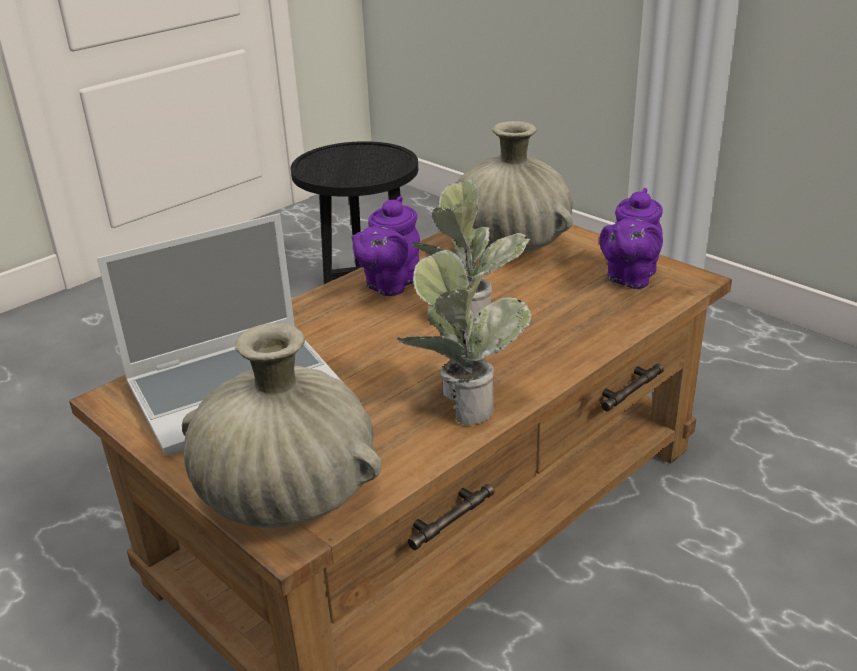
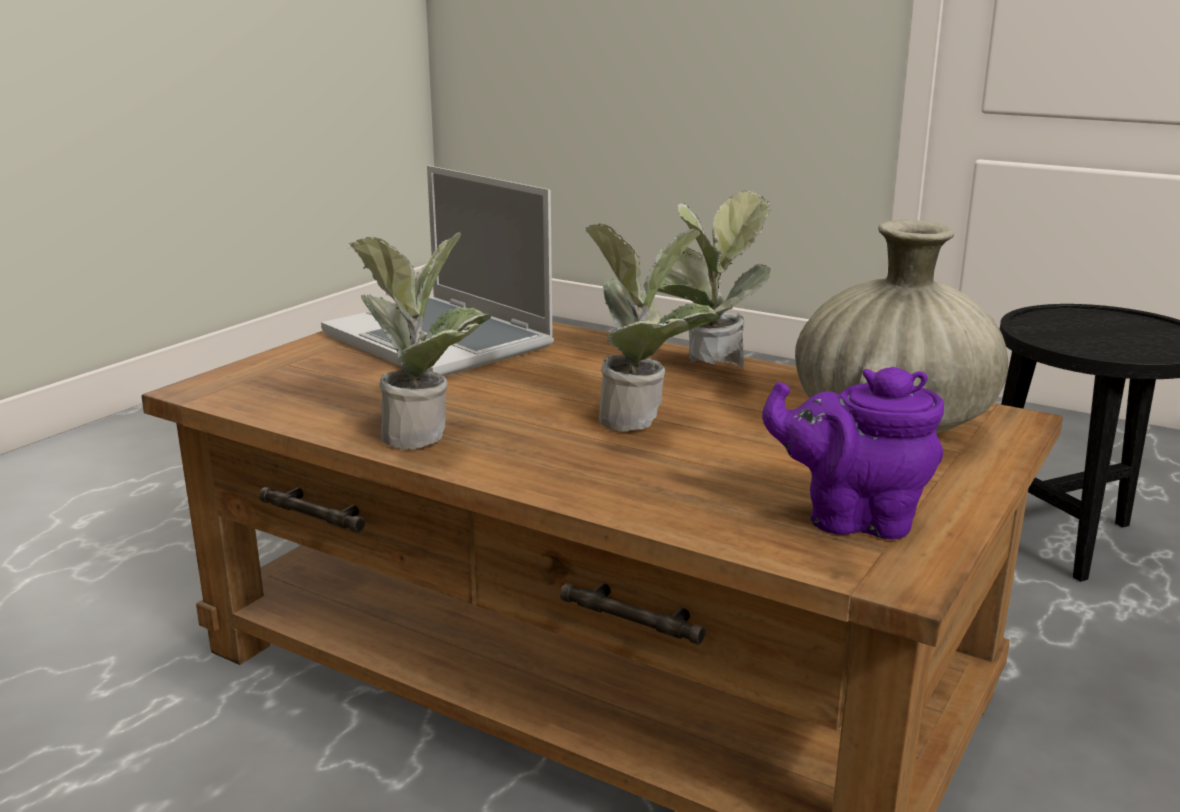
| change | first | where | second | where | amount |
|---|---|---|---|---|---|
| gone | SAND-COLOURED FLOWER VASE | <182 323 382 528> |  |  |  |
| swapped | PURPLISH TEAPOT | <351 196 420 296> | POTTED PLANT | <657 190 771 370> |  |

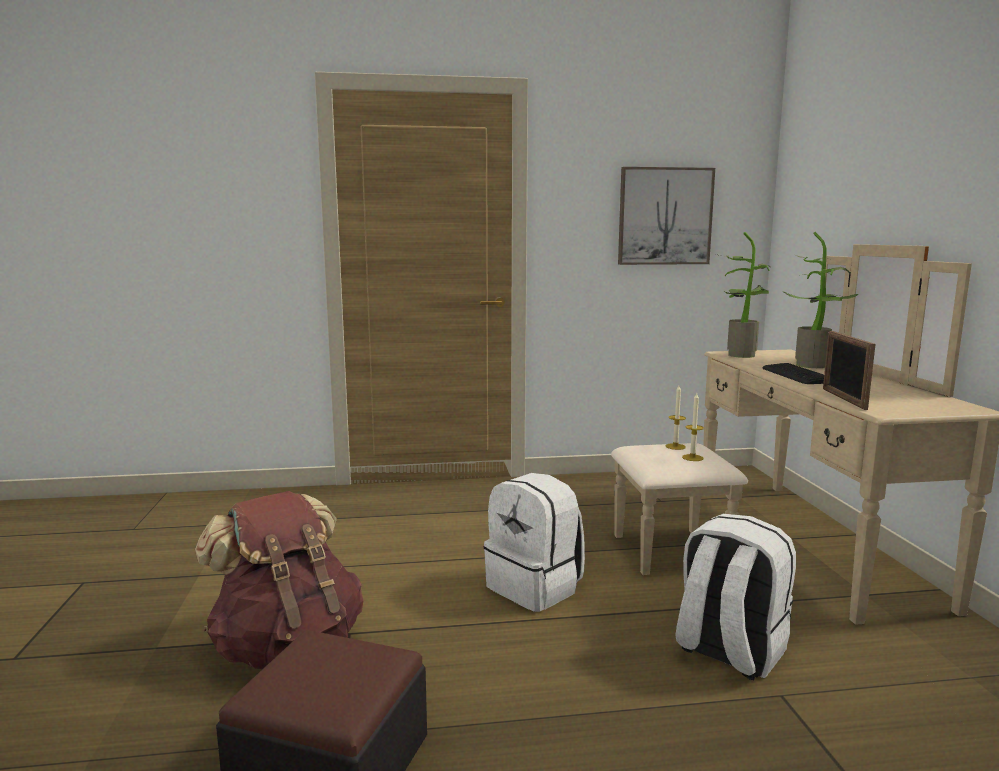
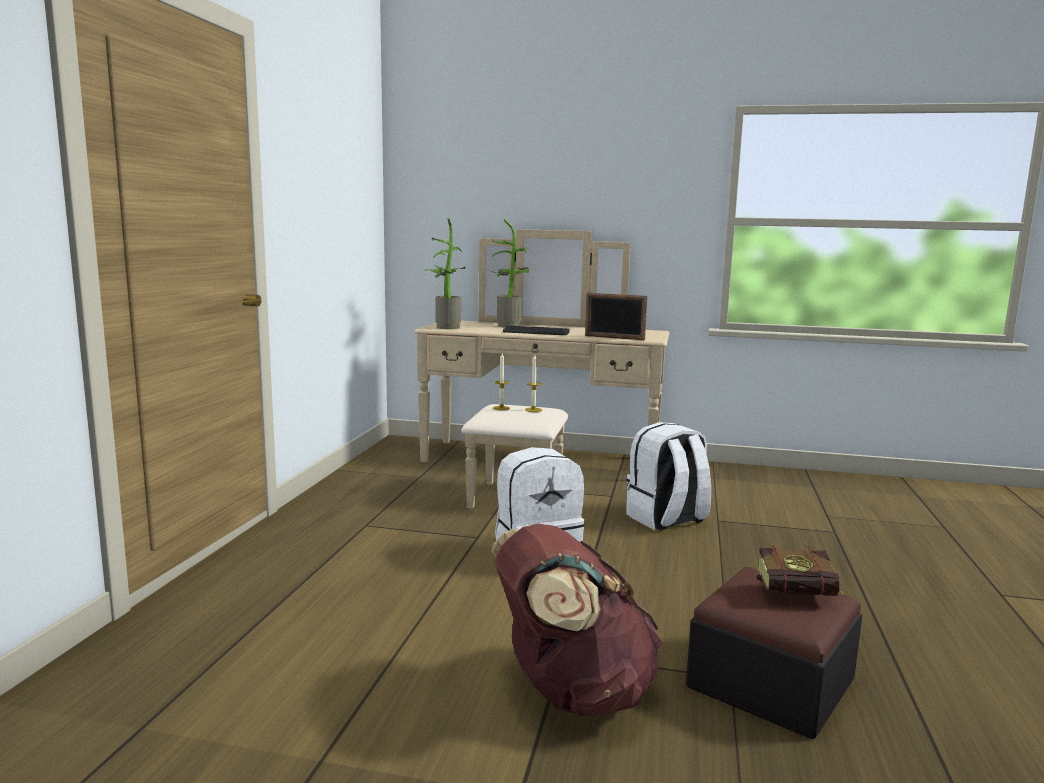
| change | first | where | second | where | amount |
|---|---|---|---|---|---|
| gone | PICTURE | <618 167 715 265> |  |  |  |
| new |  |  | BOOK | <757 544 843 596> |  |

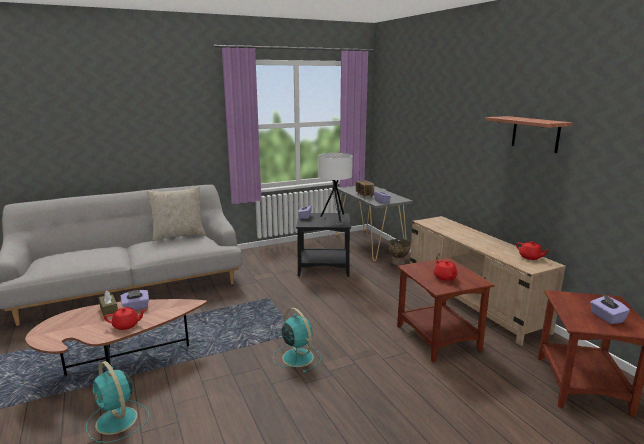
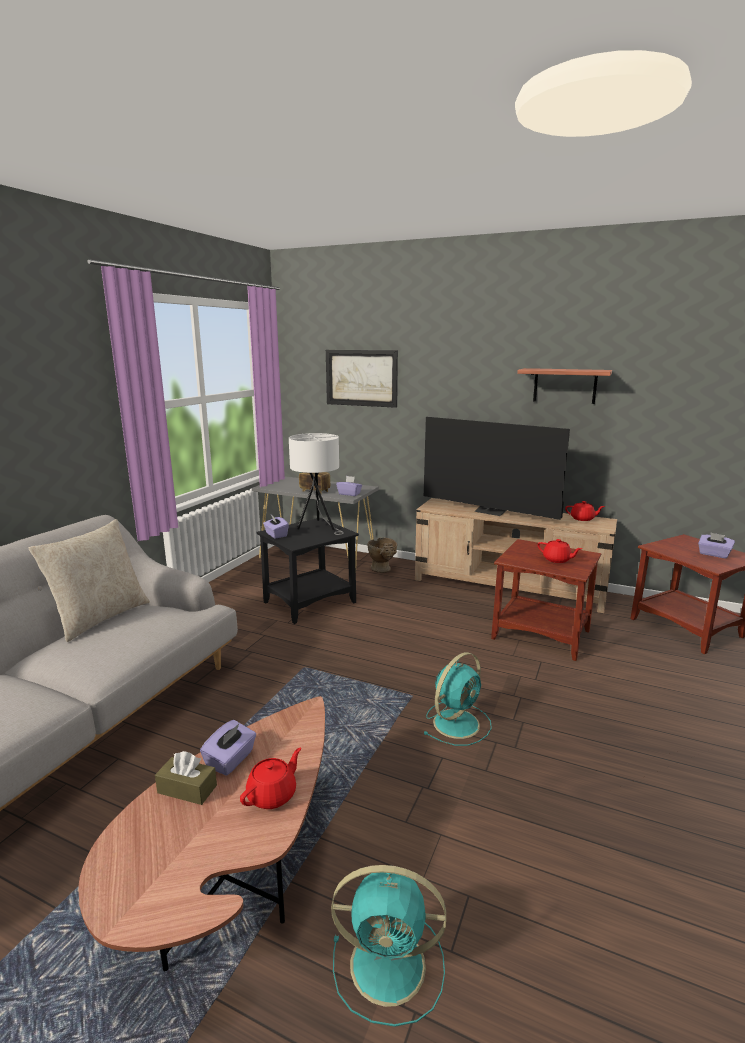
| change | first | where | second | where | amount |
|---|---|---|---|---|---|
| rotated | BLUE-GREEN ELECTRIC FAN | <273 308 321 373> |  | <423 652 492 746> | 120 degrees clockwise |
| new |  |  | PICTURE | <326 350 398 408> |  |
| new |  |  | TELEVISION | <424 417 570 520> |  |

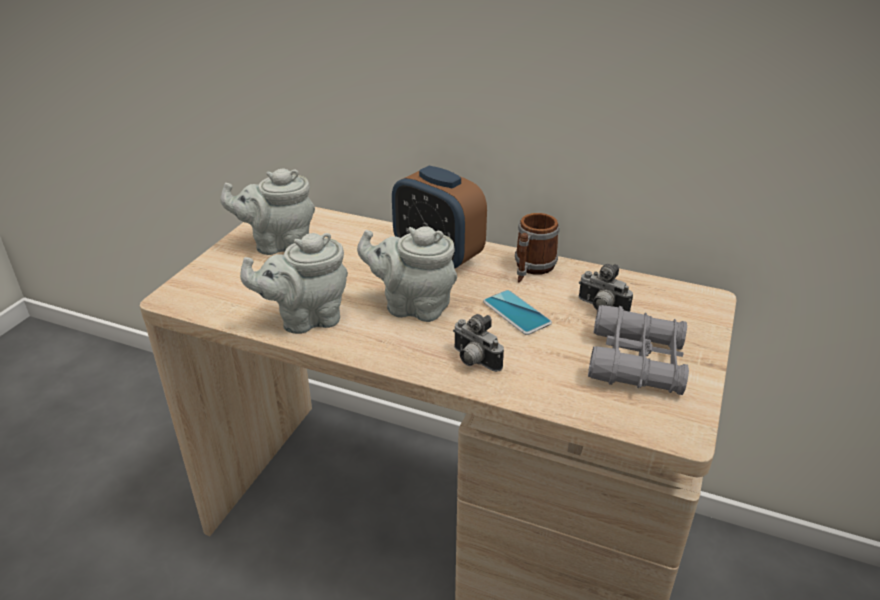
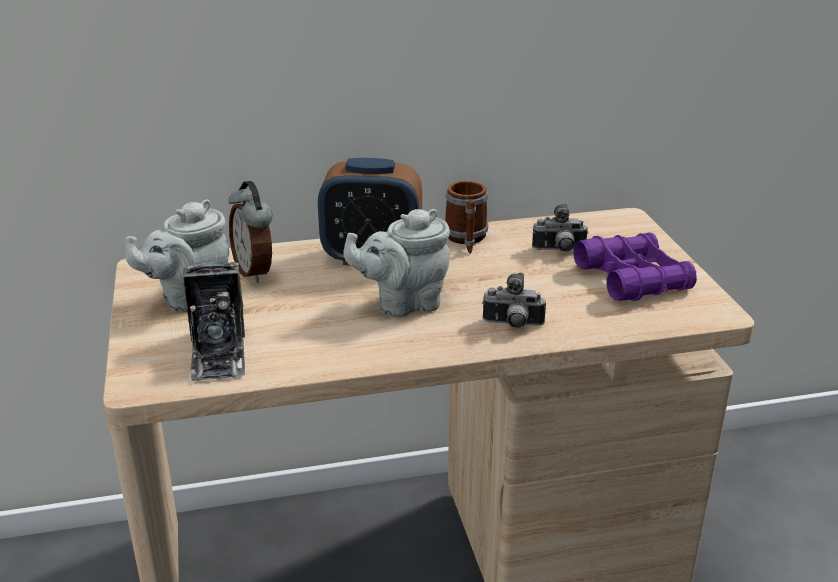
| change | first | where | second | where | amount |
|---|---|---|---|---|---|
| gone | GRAY TEAPOT | <240 233 348 334> |  |  |  |
| gone | PHONE | <483 290 552 335> |  |  |  |
| repainted | GRAY FIELD GLASSES | <588 305 689 395> | PURPLISH FIELD GLASSES | <573 232 697 301> |  |
| new |  |  | STILL CAMERA | <183 262 245 382> |  |
| new |  |  | BEDSIDE CLOCK | <228 181 273 283> |  |

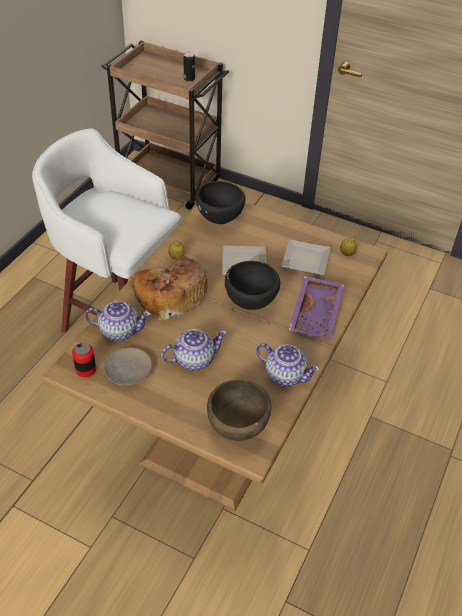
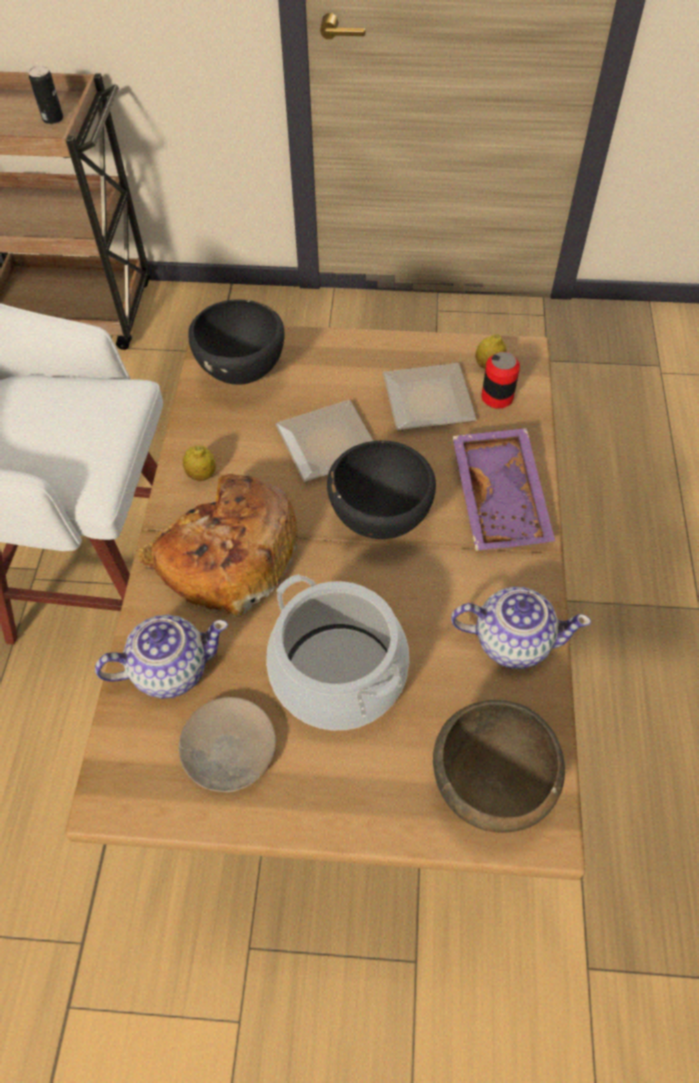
| change | first | where | second | where | amount |
|---|---|---|---|---|---|
| shifted | SEALED CAN | <72 343 96 377> |  | <481 352 520 409> |  |
| swapped | TEAPOT | <161 329 227 371> | COOKING POT | <266 574 409 730> |  |

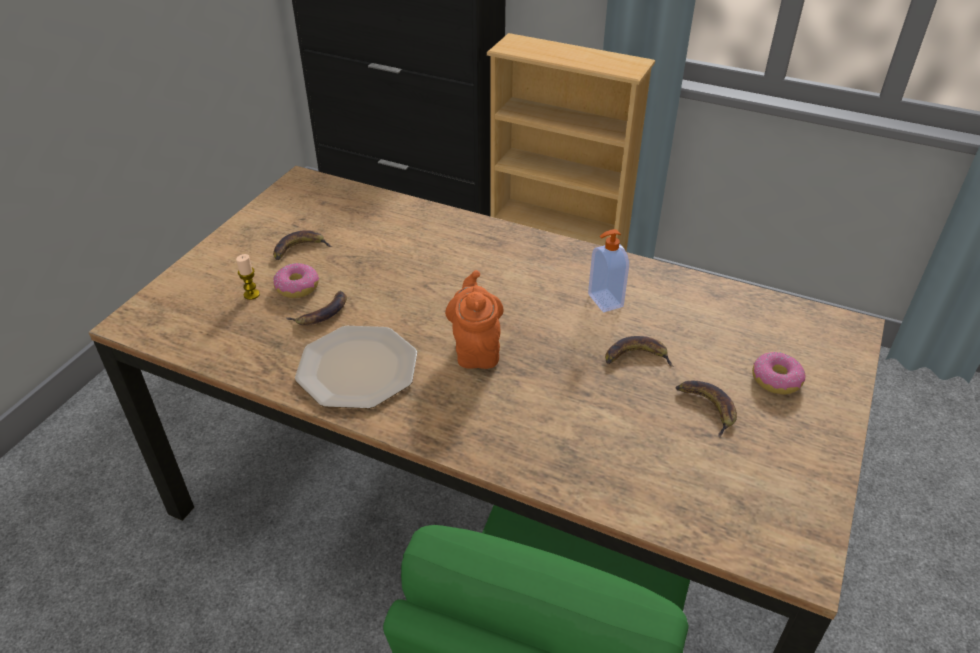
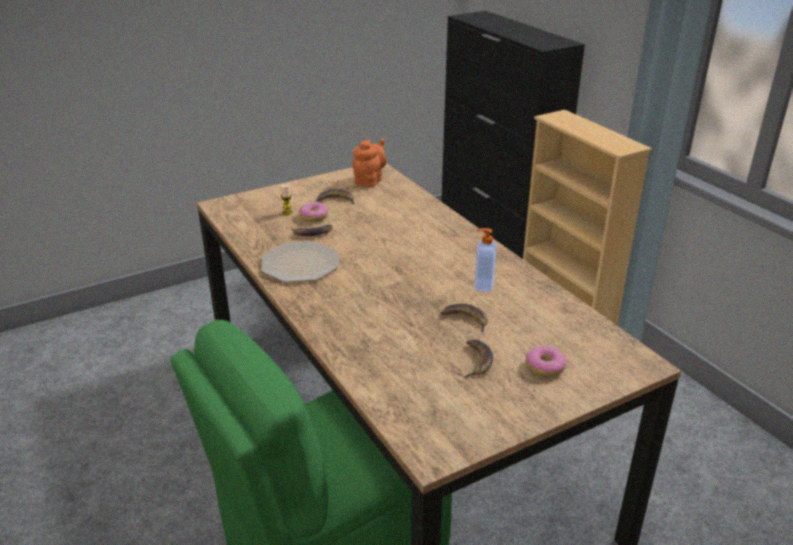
| change | first | where | second | where | amount |
|---|---|---|---|---|---|
| shifted | ORANGE-COLOURED TEAPOT | <445 270 504 369> |  | <352 138 387 188> |  |

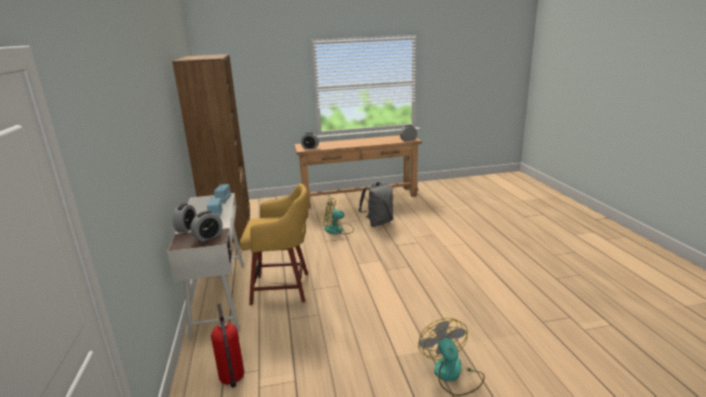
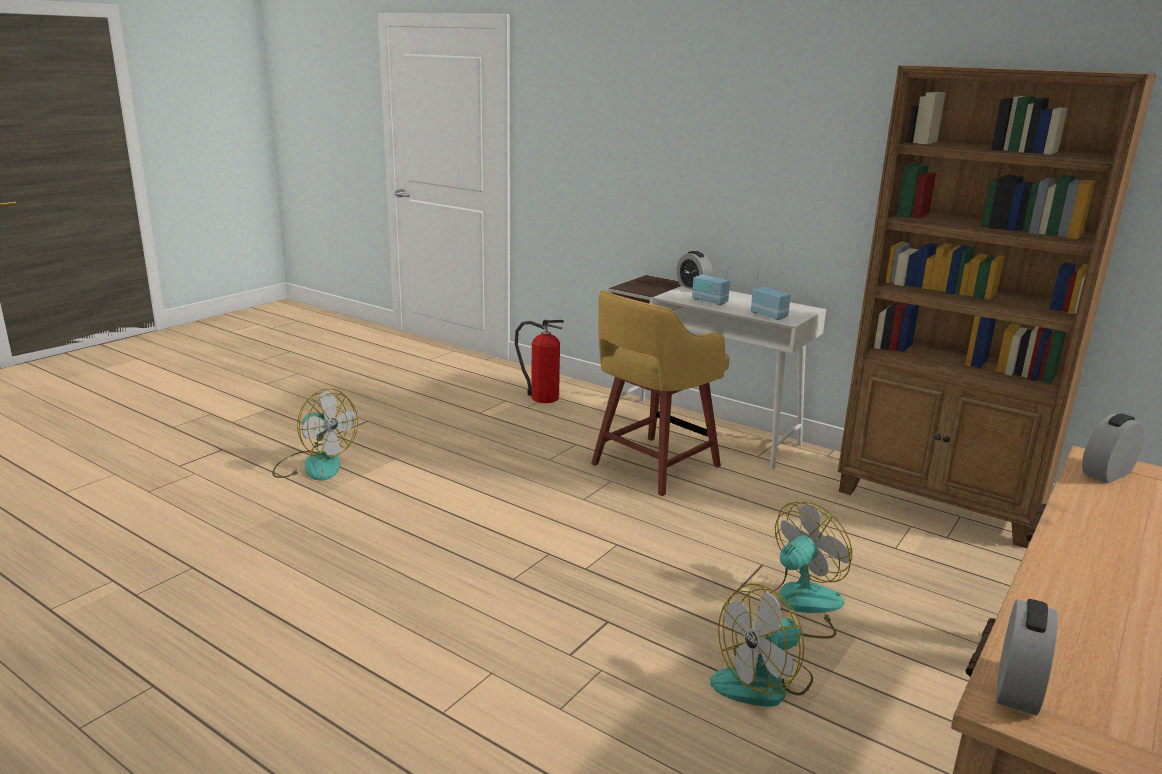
| change | first | where | second | where | amount |
|---|---|---|---|---|---|
| gone | BEDSIDE CLOCK | <190 211 223 242> |  |  |  |
| swapped | GRAY RUCKSACK | <359 182 393 227> | ELECTRIC FAN | <710 584 813 707> |  |

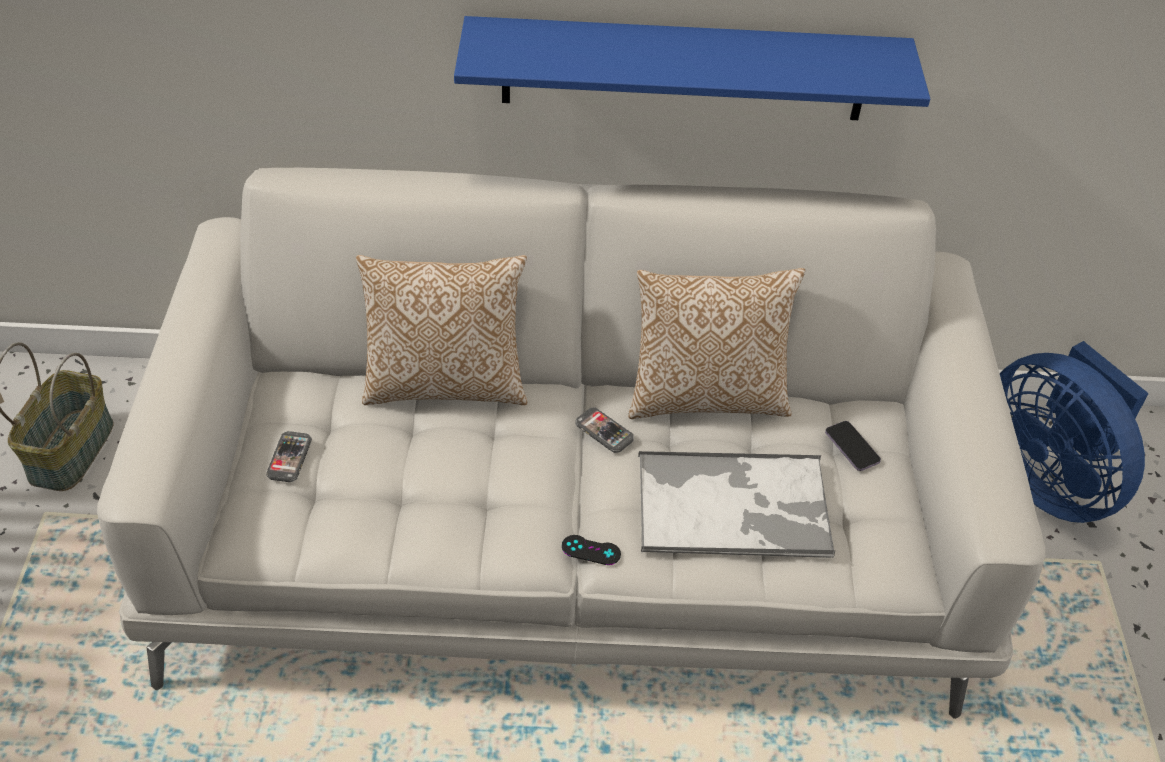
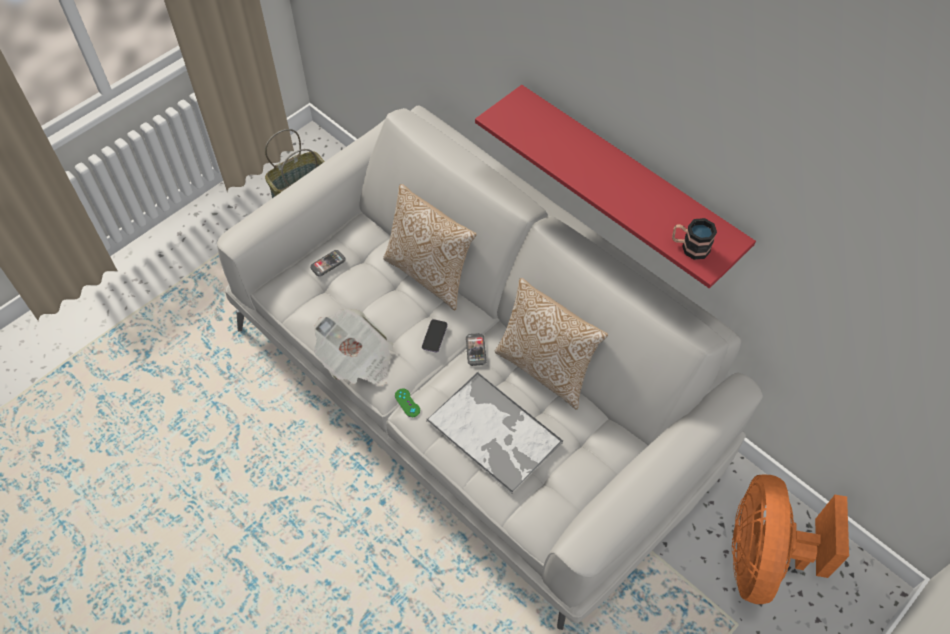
| change | first | where | second | where | amount |
|---|---|---|---|---|---|
| repainted | BLUE-COLOURED SHELF | <454 16 930 120> | REDDISH SHELF | <475 85 756 288> |  |
| repainted | BLACKISH JOYPAD | <562 535 621 565> | GREENISH JOYPAD | <395 389 420 417> |  |
| shifted | PHONE | <825 421 881 471> |  | <422 319 448 352> |  |
| repainted | BLUE-COLOURED ELECTRIC FAN | <1000 341 1149 523> | ORANGE-COLOURED ELECTRIC FAN | <732 475 849 604> |  |
| new |  |  | PRINTED PAPER | <314 309 393 386> |  |
| new |  |  | TEA MUG | <672 218 717 260> |  |

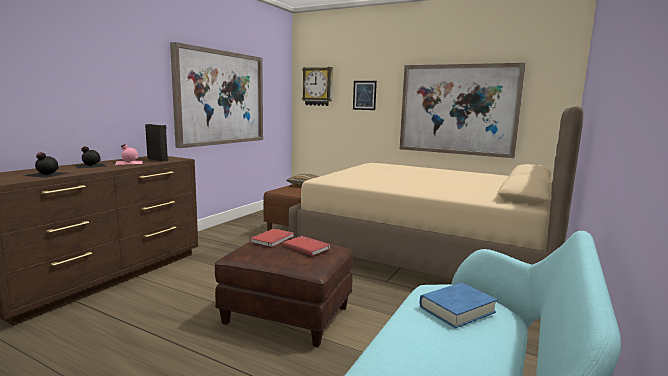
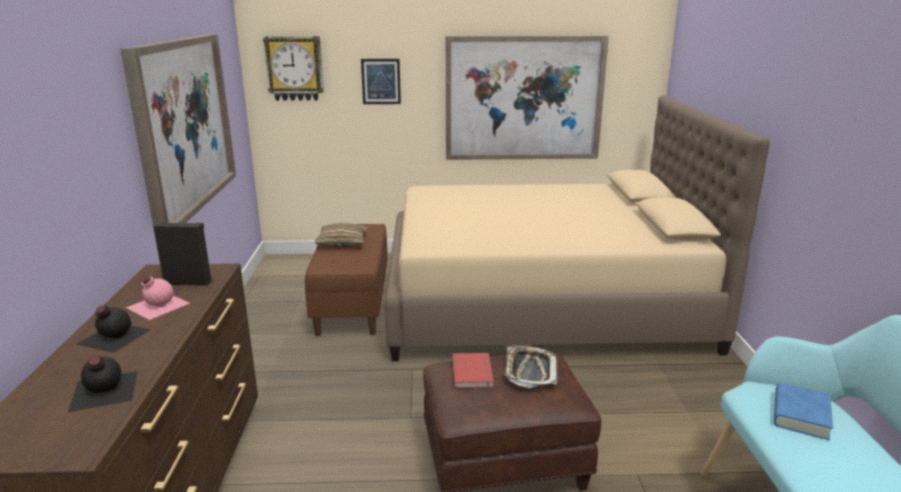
| change | first | where | second | where | amount |
|---|---|---|---|---|---|
| swapped | REDDISH BOOK | <283 236 331 256> | SERVING TRAY | <505 346 558 388> |  |

